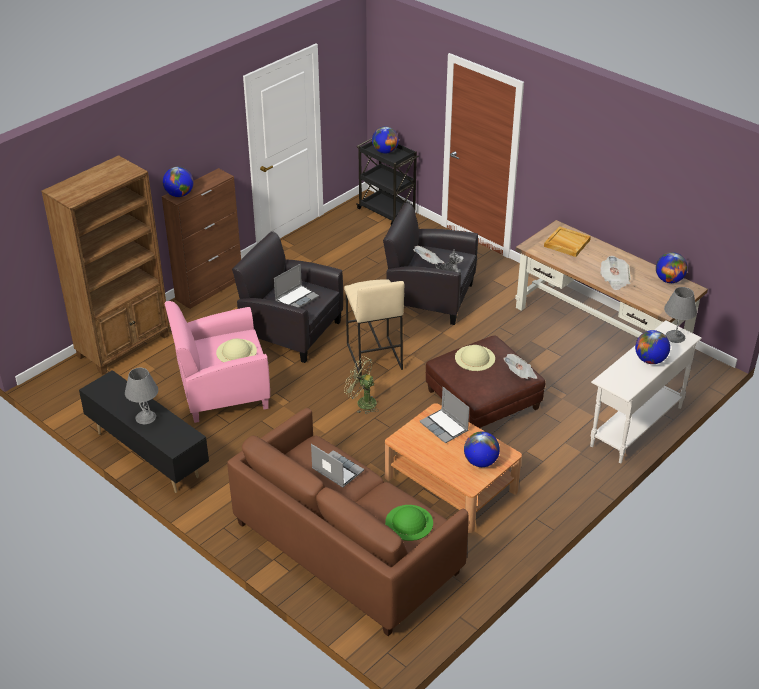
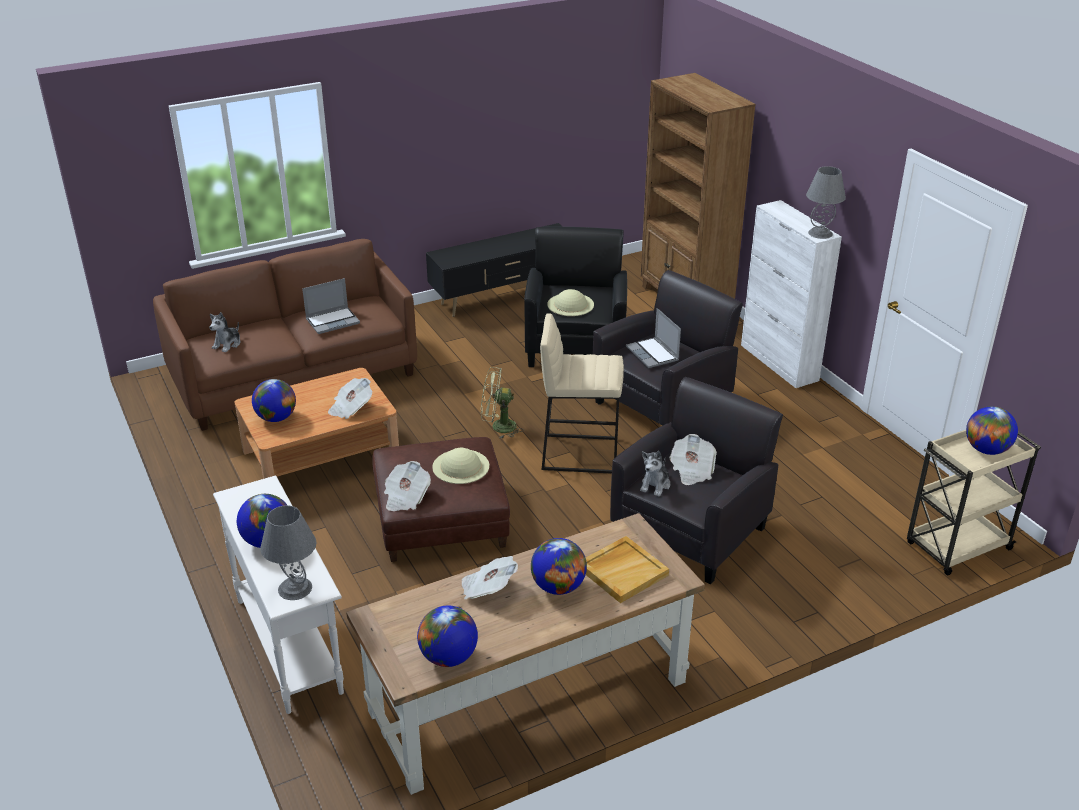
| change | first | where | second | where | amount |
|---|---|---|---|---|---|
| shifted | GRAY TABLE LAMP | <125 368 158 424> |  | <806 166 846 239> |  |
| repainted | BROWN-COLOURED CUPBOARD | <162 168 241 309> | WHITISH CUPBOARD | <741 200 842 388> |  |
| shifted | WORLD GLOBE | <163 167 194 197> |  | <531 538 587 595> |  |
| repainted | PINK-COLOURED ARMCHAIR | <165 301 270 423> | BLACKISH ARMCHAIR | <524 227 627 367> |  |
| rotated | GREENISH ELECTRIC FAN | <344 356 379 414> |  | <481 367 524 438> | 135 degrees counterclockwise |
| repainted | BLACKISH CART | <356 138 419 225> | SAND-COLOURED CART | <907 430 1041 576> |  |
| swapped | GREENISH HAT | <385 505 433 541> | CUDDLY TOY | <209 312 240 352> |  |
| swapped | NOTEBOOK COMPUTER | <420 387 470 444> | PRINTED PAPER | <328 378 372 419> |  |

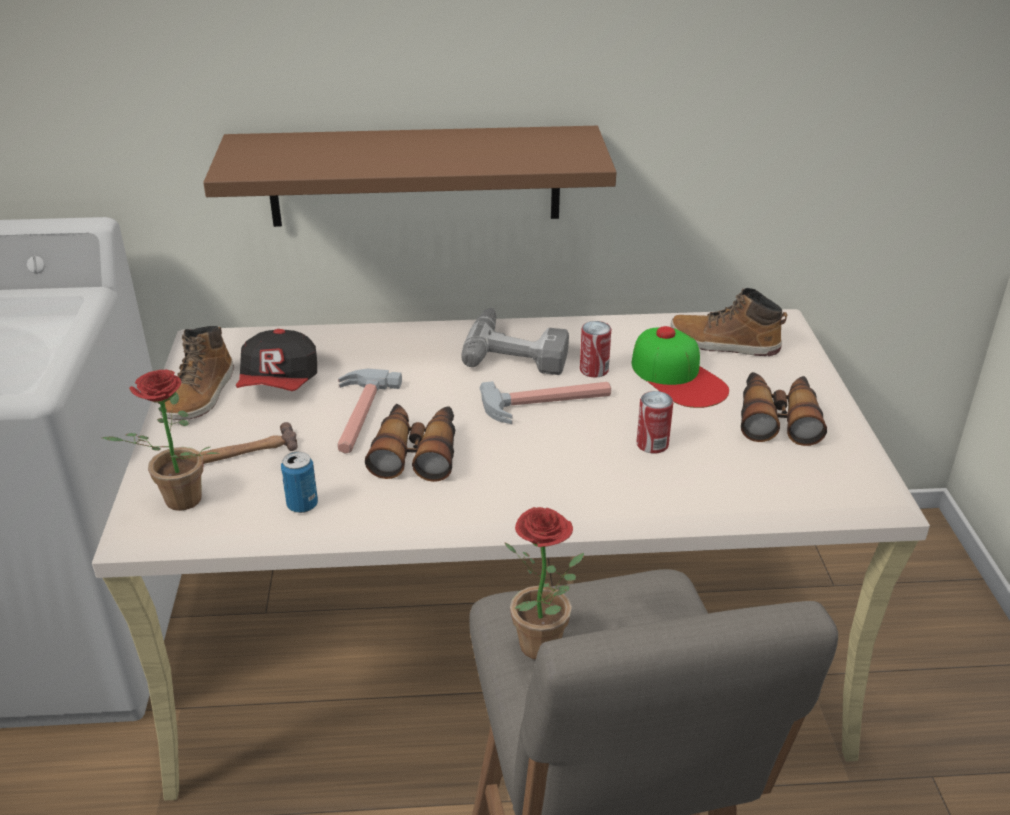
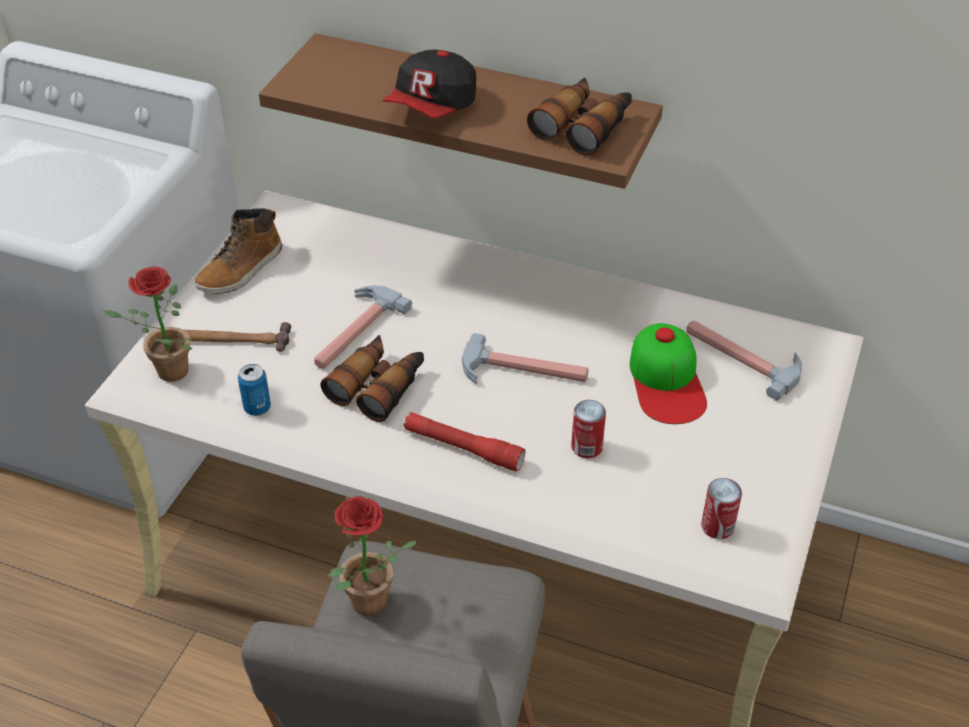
| change | first | where | second | where | amount |
|---|---|---|---|---|---|
| shifted | BASEBALL CAP | <236 329 317 391> |  | <383 50 476 118> |  |
| gone | DRILL | <461 308 569 375> |  |  |  |
| shifted | SEALED CAN | <580 321 611 378> |  | <701 478 742 539> |  |
| swapped | TALL BOOT | <671 288 787 356> | HAMMER | <686 320 802 401> |  |
| shifted | FIELD GLASSES | <741 372 827 446> |  | <527 78 632 156> |  |
| new |  |  | REDDISH TORCH | <404 412 526 472> |  |

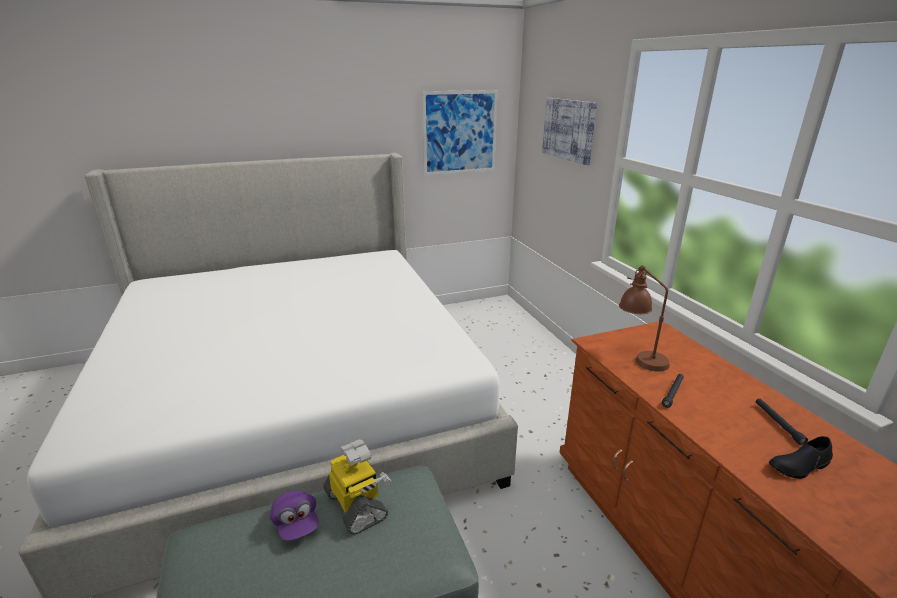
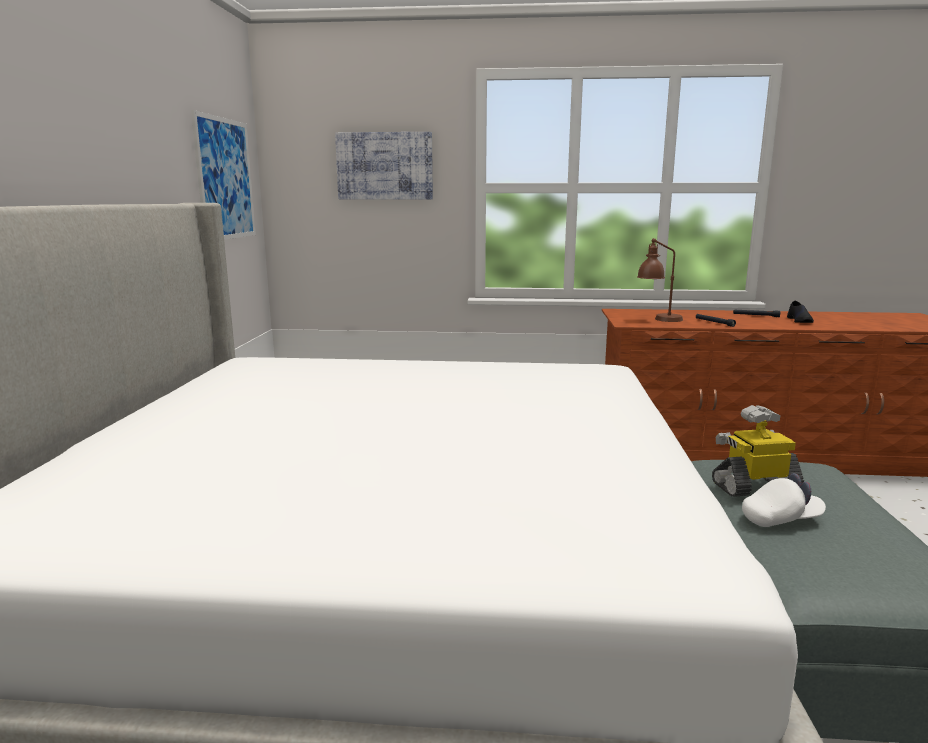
| change | first | where | second | where | amount |
|---|---|---|---|---|---|
| repainted | PURPLISH BASEBALL CAP | <270 490 319 541> | WHITISH BASEBALL CAP | <742 473 826 527> |  |

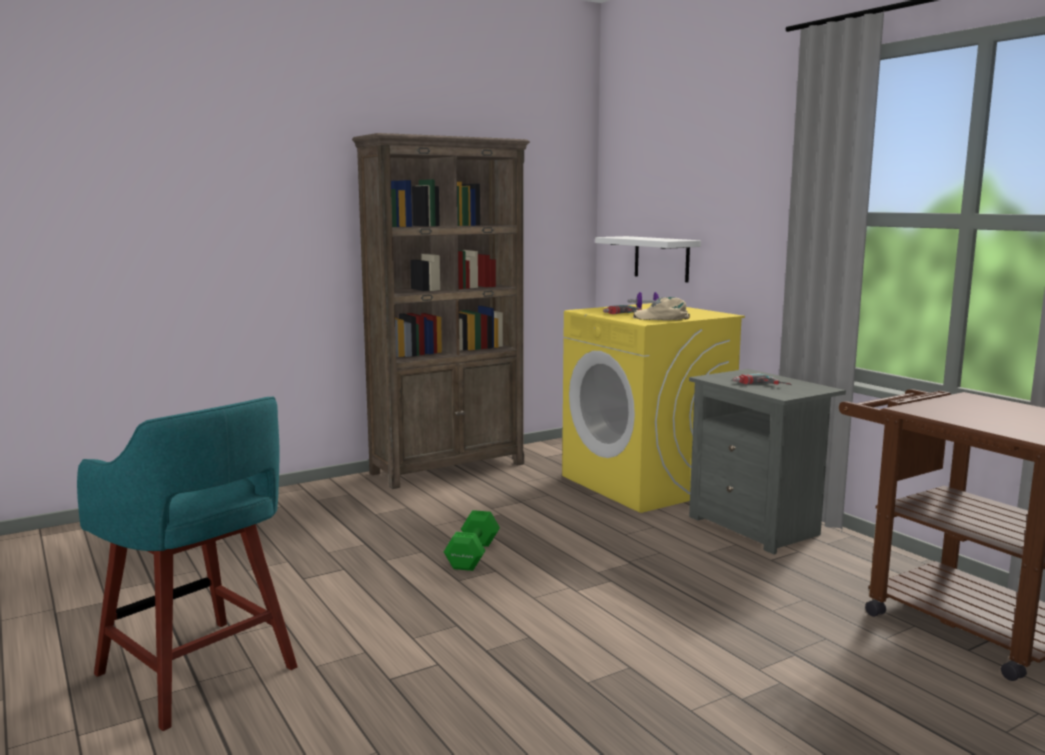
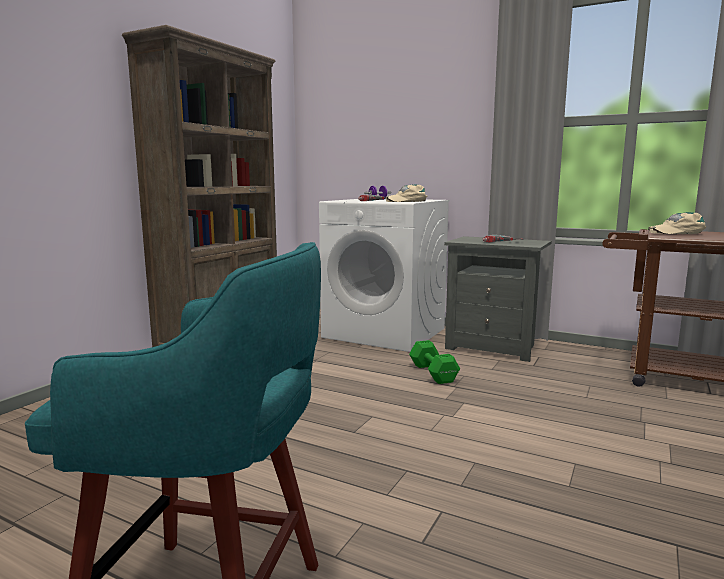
| change | first | where | second | where | amount |
|---|---|---|---|---|---|
| shifted | GREENISH DUMBBELL | <444 510 500 571> |  | <409 340 460 384> |  |
| repainted | YELLOWISH LAUNDRY APPLIANCE | <562 303 745 513> | WHITISH LAUNDRY APPLIANCE | <319 199 450 352> |  |
| gone | WHITISH SHELF | <595 236 701 282> |  |  |  |
| new |  |  | SAND-COLOURED BASEBALL CAP | <648 212 706 234> |  |

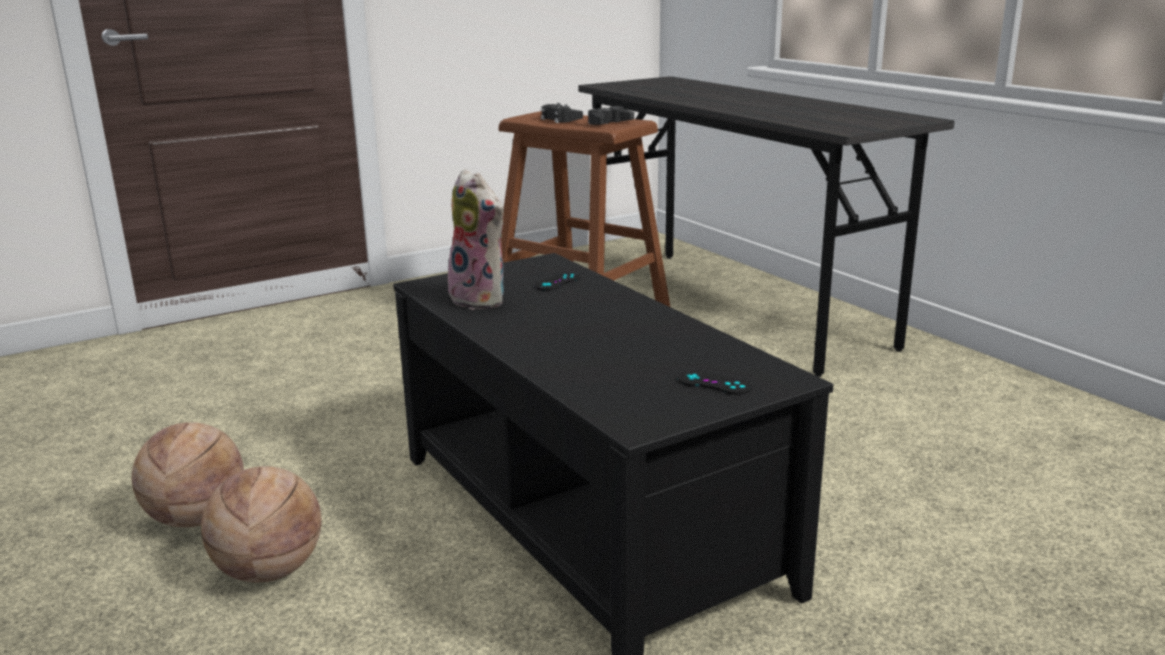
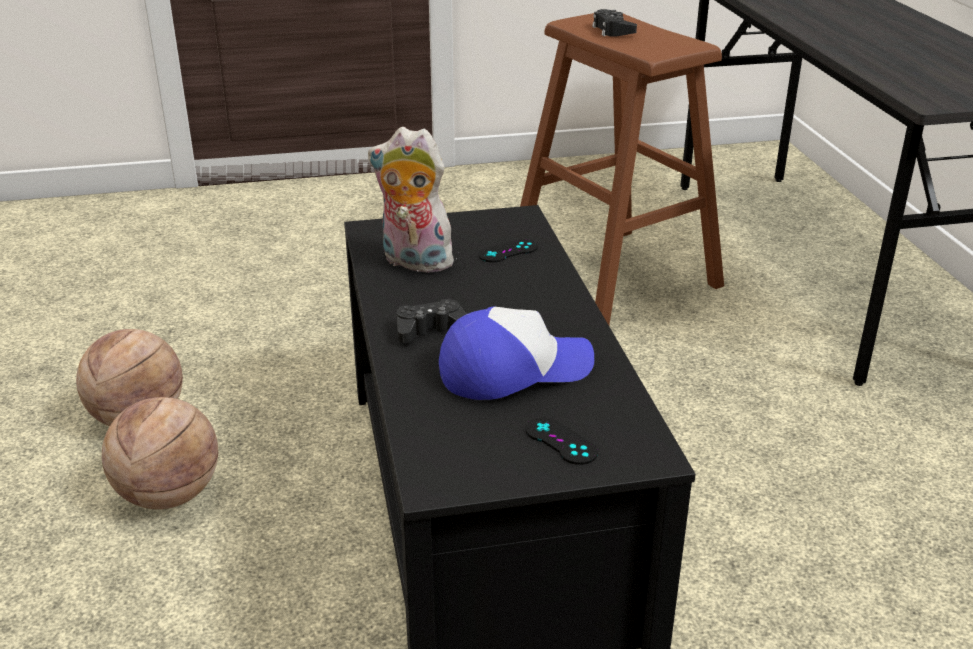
| change | first | where | second | where | amount |
|---|---|---|---|---|---|
| rotated | CUDDLY TOY | <446 169 505 310> |  | <368 127 459 275> | 135 degrees clockwise |
| shifted | BLACKISH JOYPAD | <588 106 634 125> |  | <396 299 466 343> |  |
| new |  |  | BASEBALL CAP | <439 307 594 400> |  |

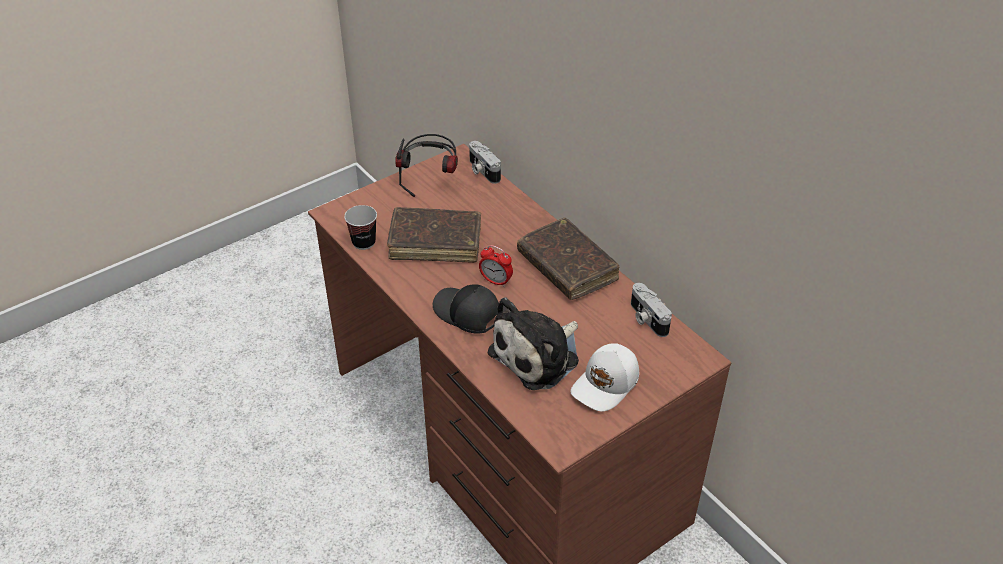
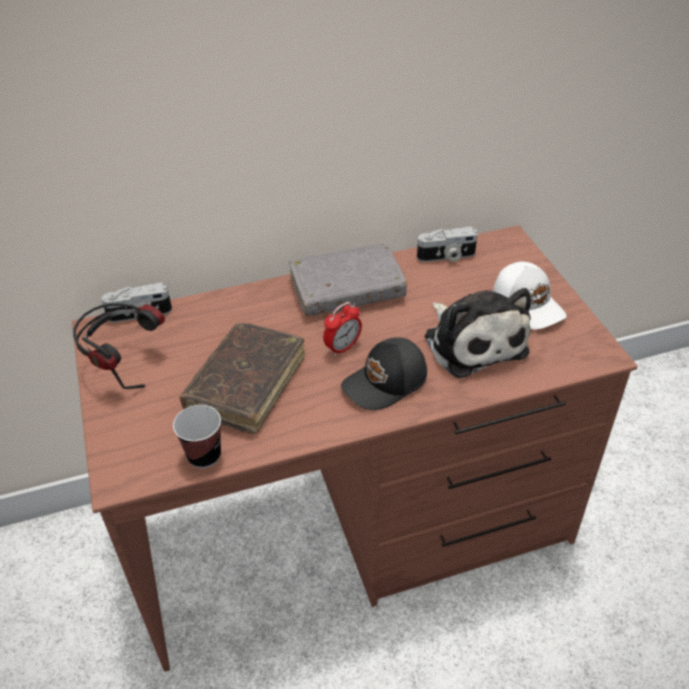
| change | first | where | second | where | amount |
|---|---|---|---|---|---|
| repainted | BROWN-COLOURED BOOK | <517 218 619 300> | GRAY BOOK | <289 243 407 316> |  |

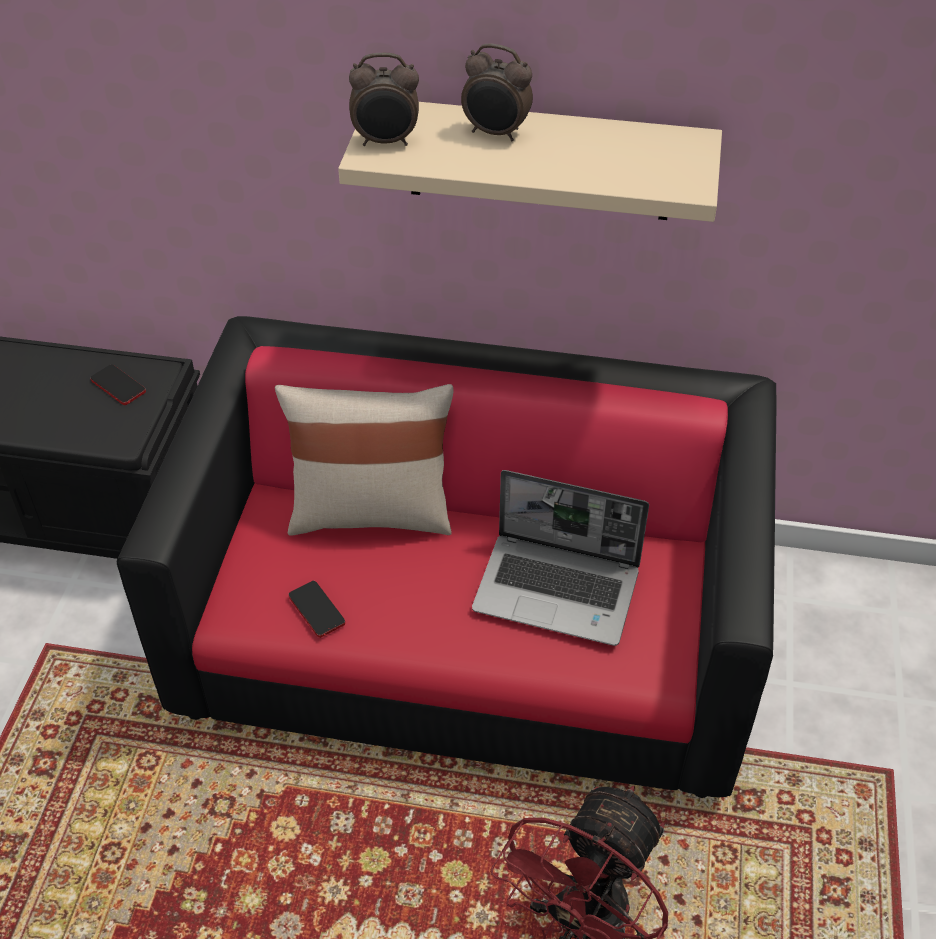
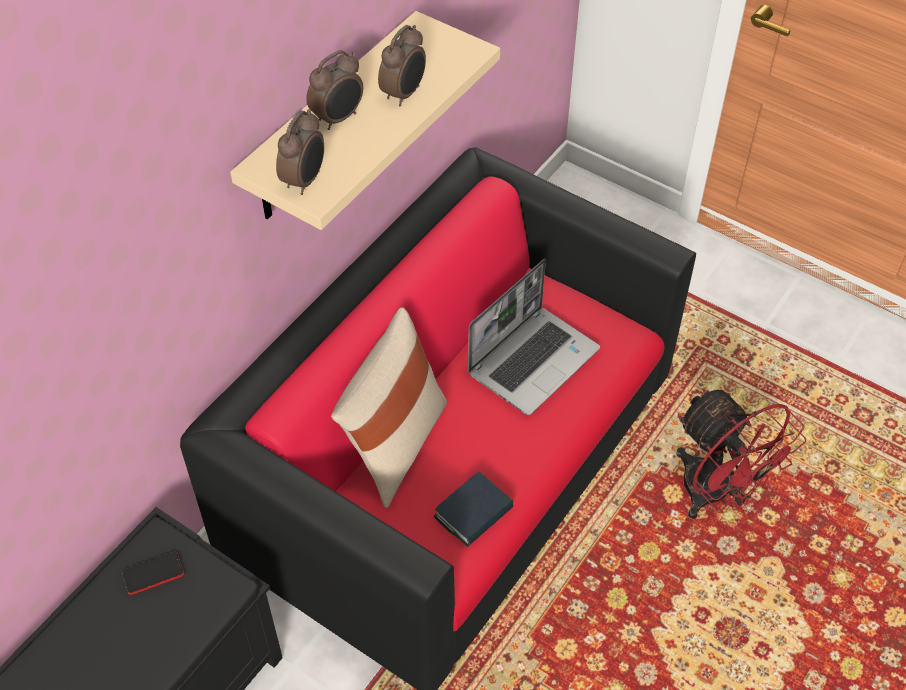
| change | first | where | second | where | amount |
|---|---|---|---|---|---|
| swapped | PHONE | <289 581 345 638> | BOOK | <434 472 514 547> |  |
| new |  |  | BEDSIDE CLOCK | <378 25 426 106> |  |

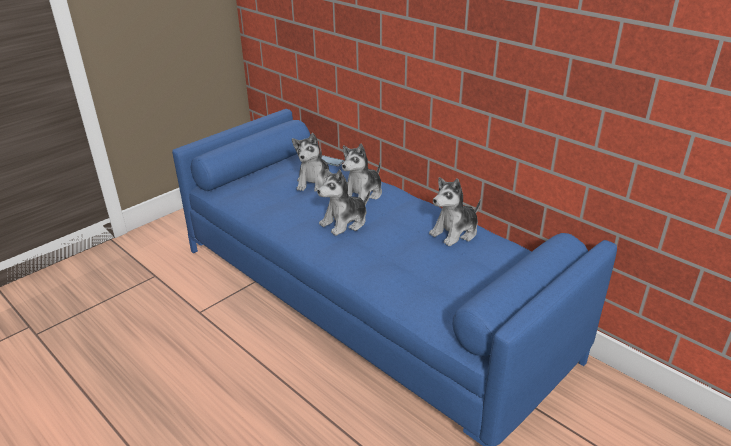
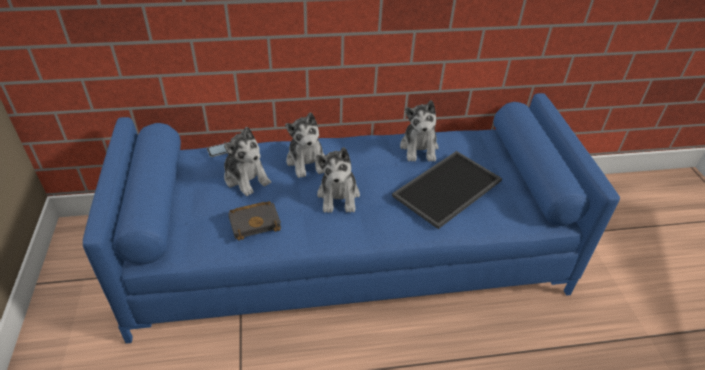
| change | first | where | second | where | amount |
|---|---|---|---|---|---|
| new |  |  | BLACKISH BOOK | <228 201 281 241> |  |
| new |  |  | SERVING TRAY | <392 151 502 229> |  |

